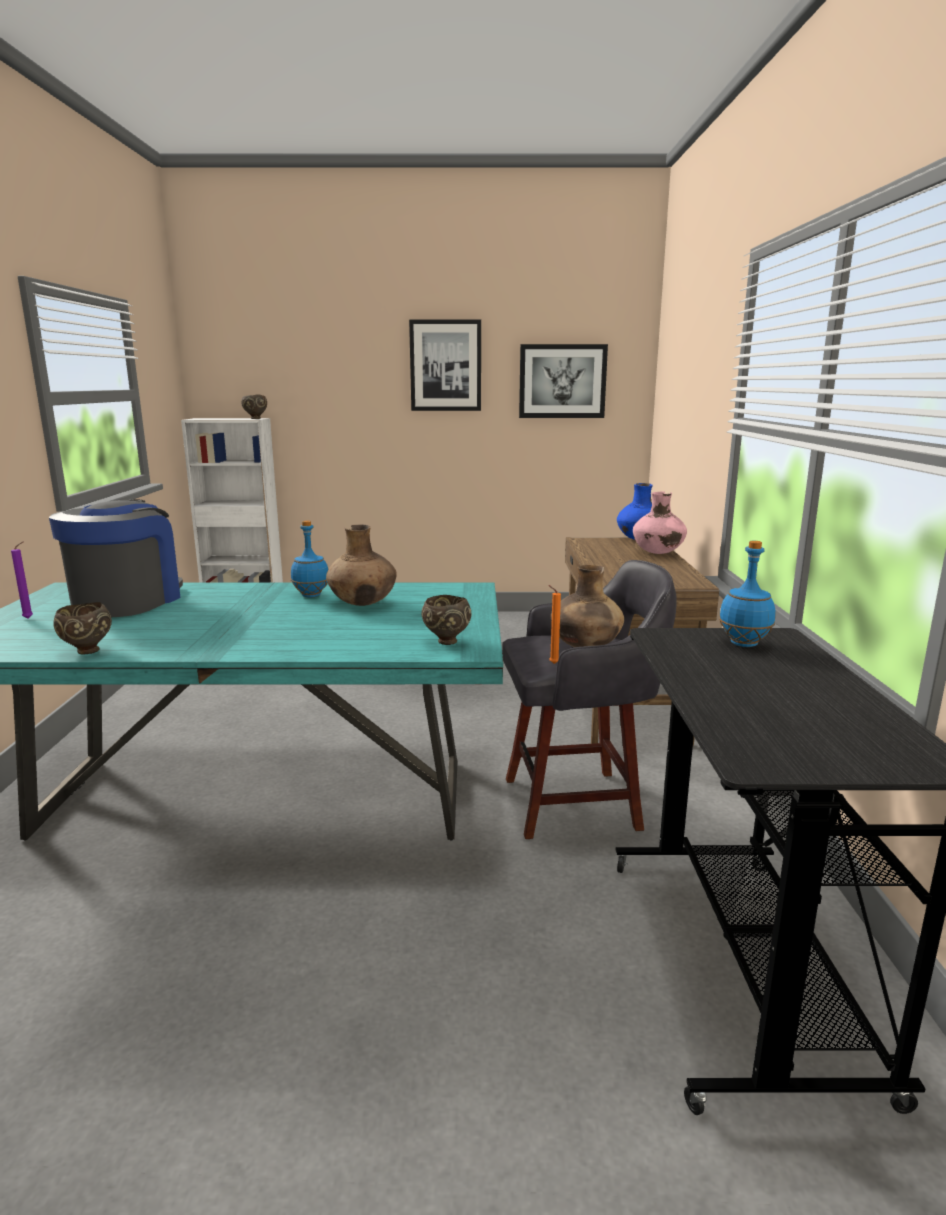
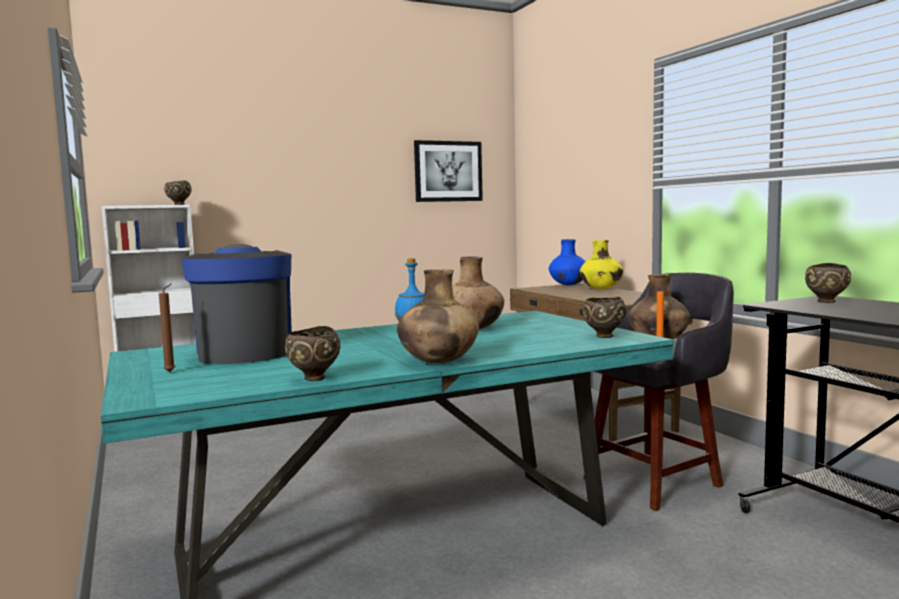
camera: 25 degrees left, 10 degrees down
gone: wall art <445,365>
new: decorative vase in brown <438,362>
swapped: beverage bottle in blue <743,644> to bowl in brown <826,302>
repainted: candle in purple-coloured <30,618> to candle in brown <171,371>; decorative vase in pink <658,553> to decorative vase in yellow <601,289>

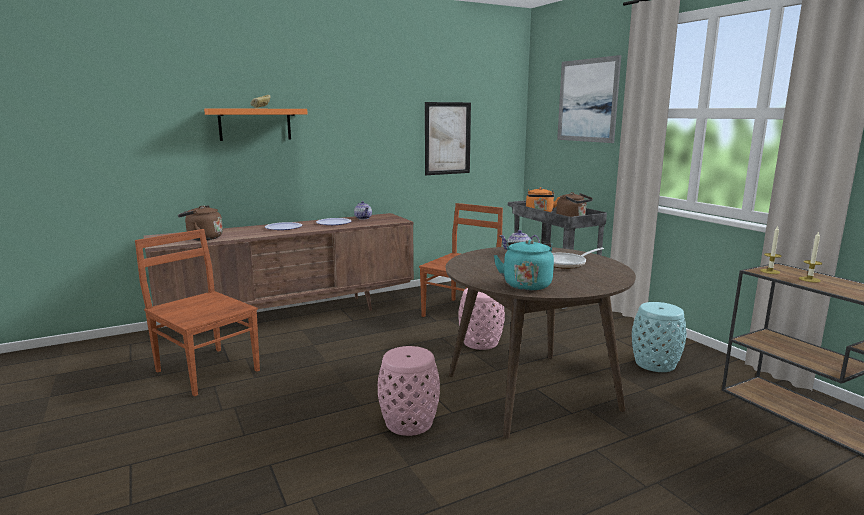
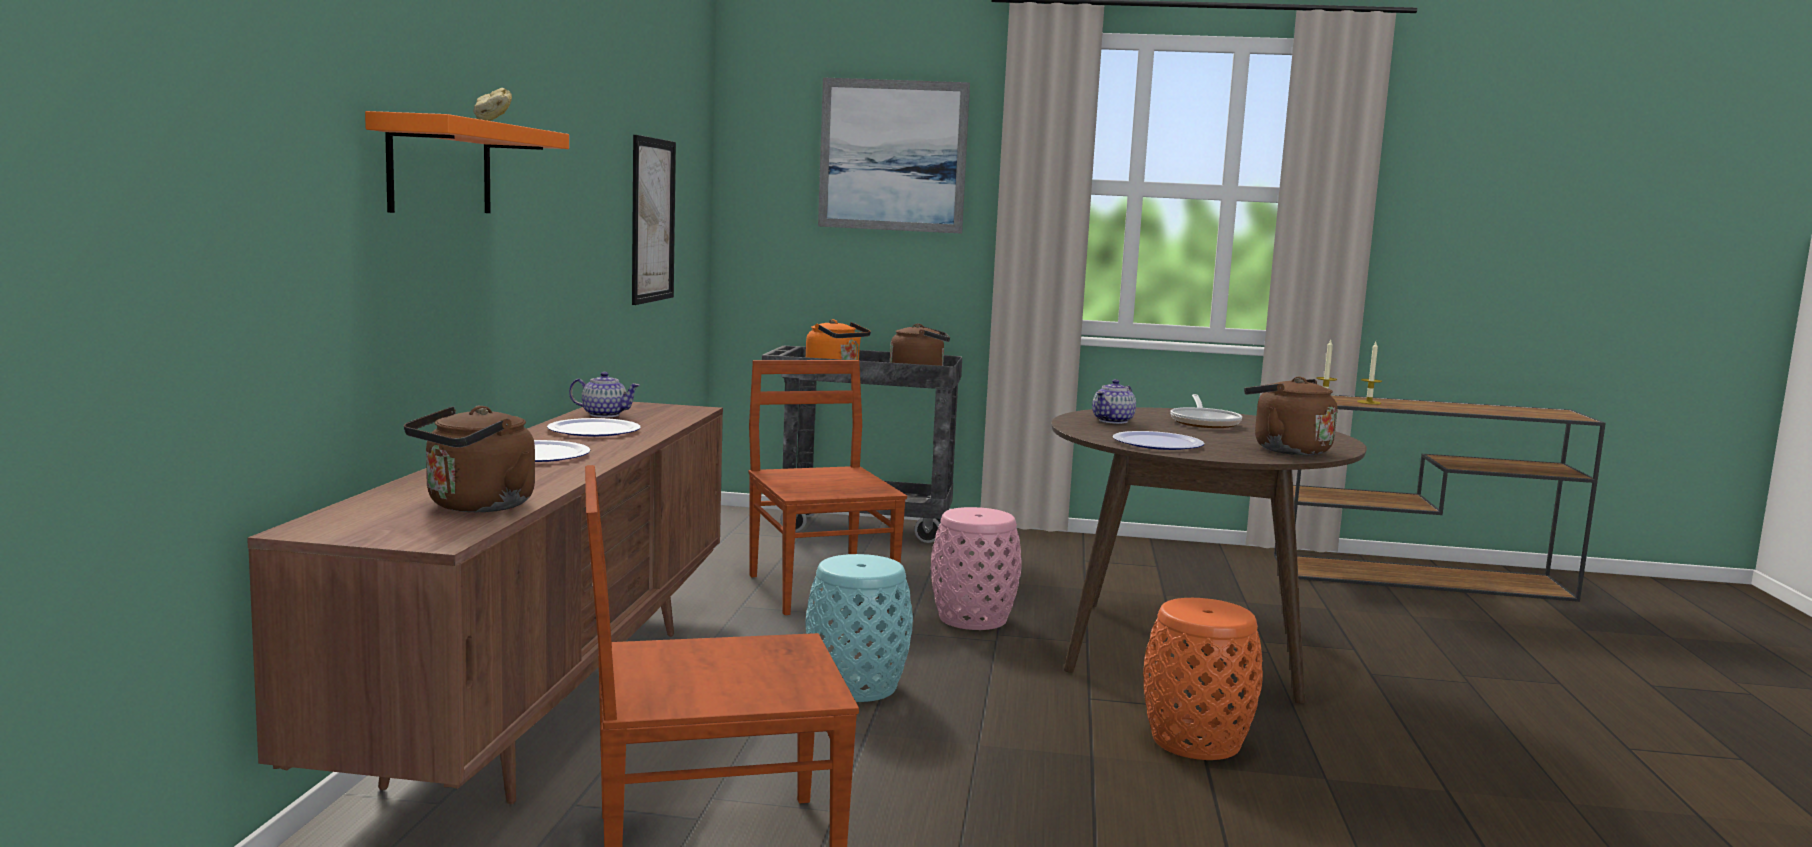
camera: 55 degrees left, 5 degrees down
new: dinner plate <1157,443>
shifted: stool in blue-green <655,364> to <857,687>
repainted: stool in pink <409,423> to stool in orange-coloured <1195,742>; kettle in blue-green <526,284> to kettle in brown <1286,450>

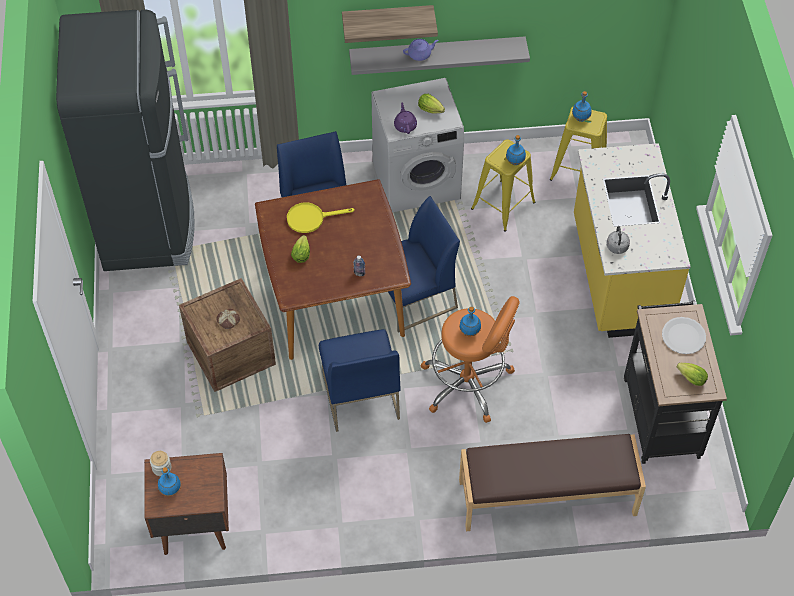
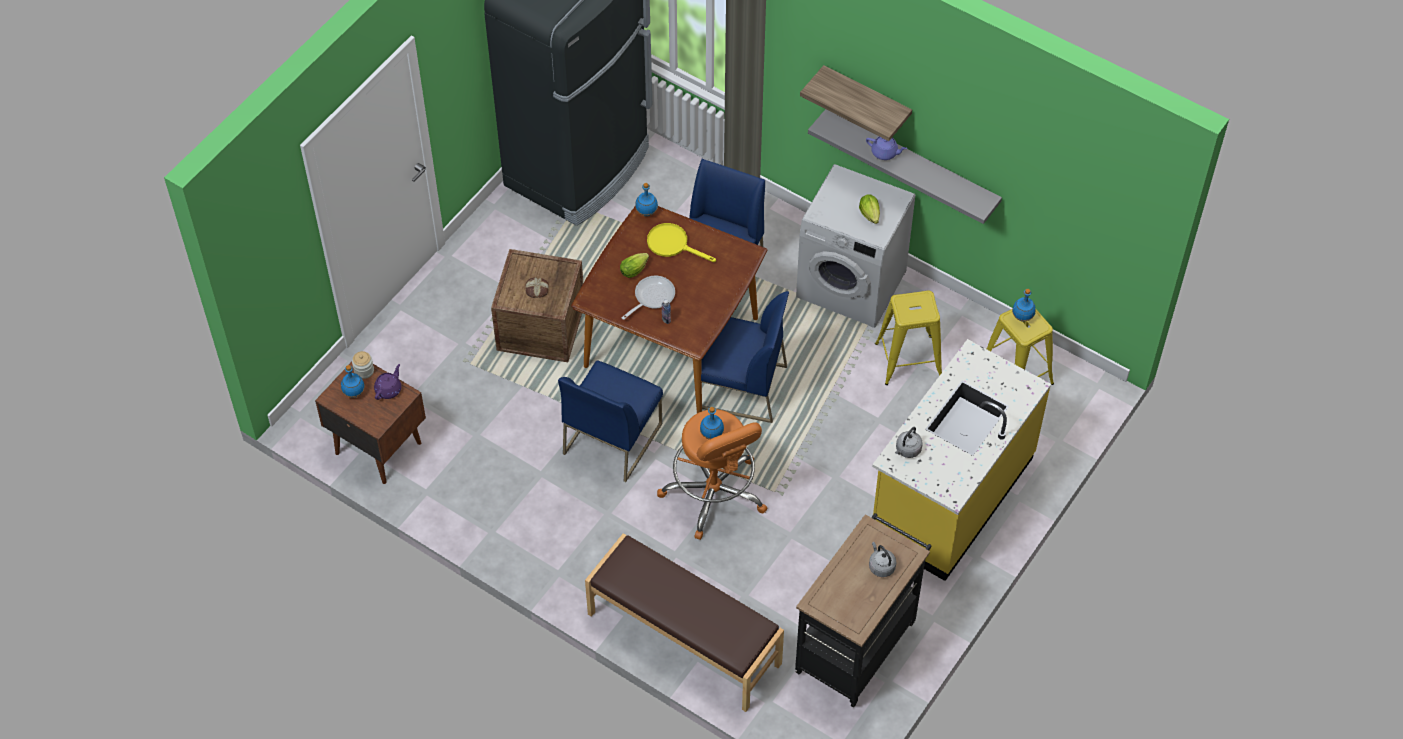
camera: 40 degrees right, 0 degrees up
gone: lettuce <689,378>
new: pan <651,297>
shifted: teapot in purple-coloured <405,125> to <389,389>; beverage bottle in blue <515,161> to <647,212>
swapped: dinner plate in white <683,336> to kettle in greyish <881,566>

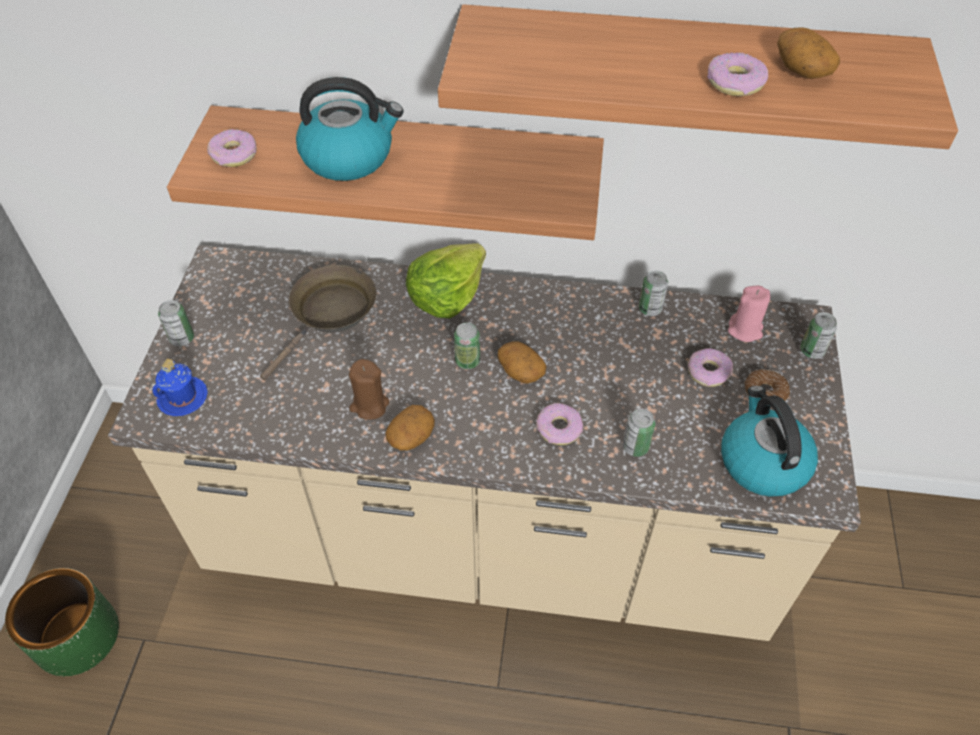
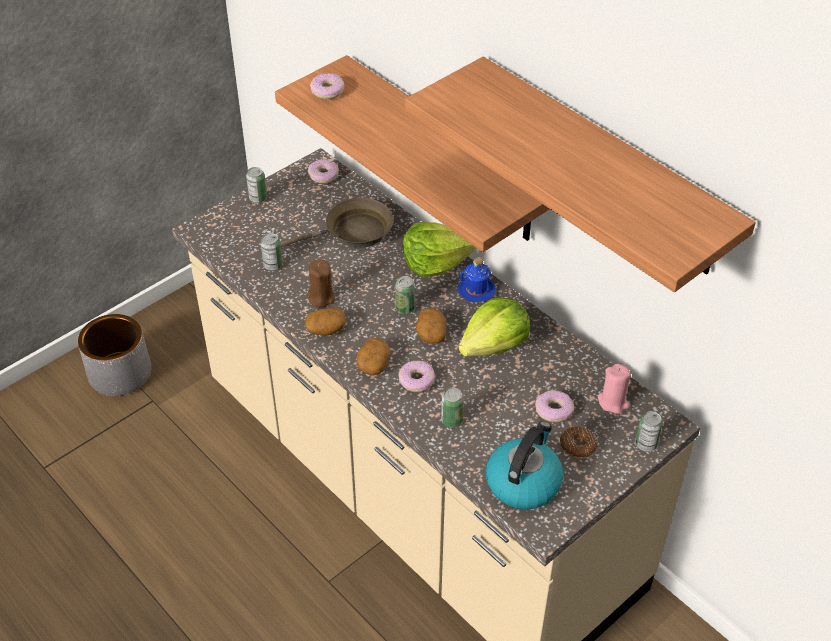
camera: 40 degrees right, 5 degrees down
gone: kettle <349,157>
new: lettuce <494,345>
shifted: mug in blue <183,398> to <476,290>; sealed can <650,309> to <272,265>; ring doughnut <735,83> to <323,175>; potato <801,69> to <373,364>
repainted: flower pot in greenish <77,637> to flower pot in greyish <119,374>

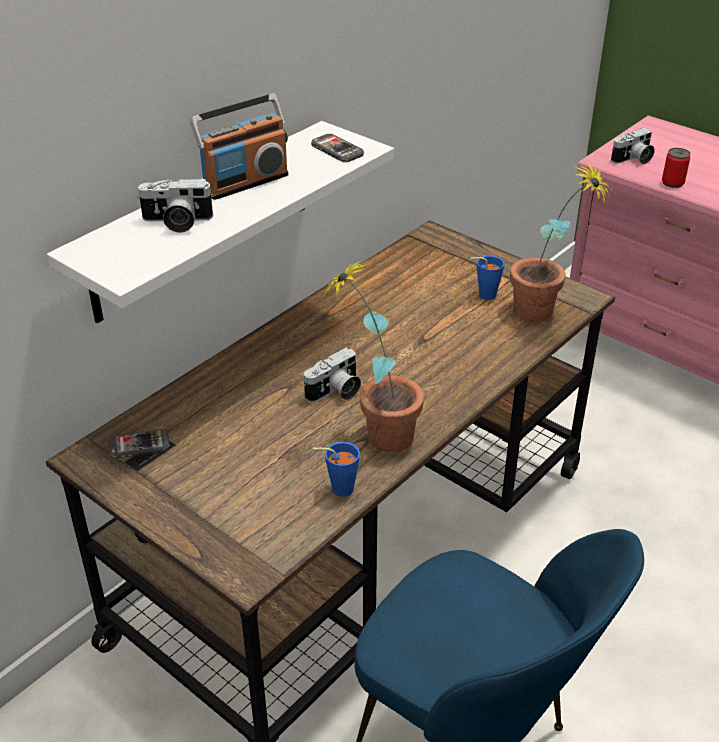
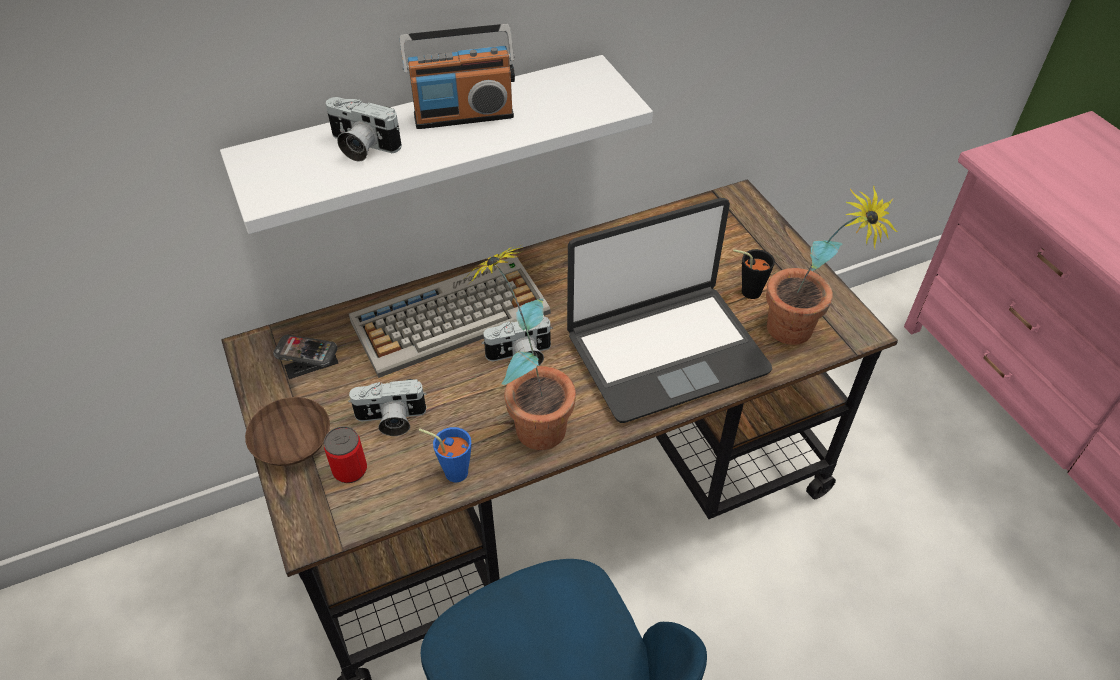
camera: 25 degrees right, 10 degrees up
gone: phone <337,150>
new: bowl in brown <293,443>; keyboard <452,316>; notebook computer <665,352>
shifted: still camera <633,159> to <391,420>; sealed can <672,183> to <350,470>
repainted: cup in blue <483,295> to cup in black-coloured <746,291>

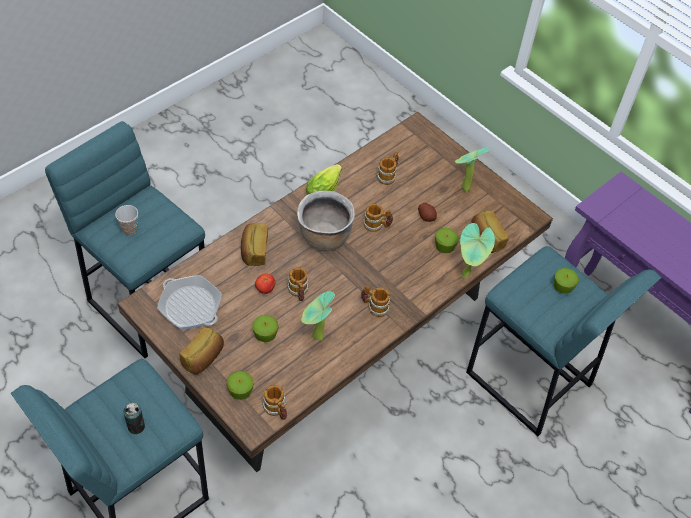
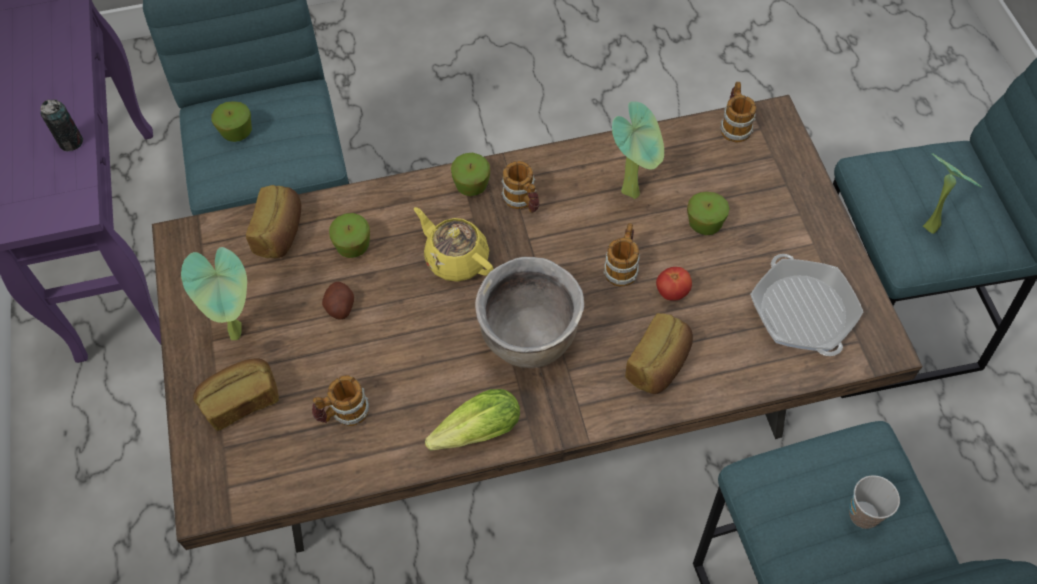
camera: 145 degrees left, 5 degrees up
gone: mug <377,225>
new: teapot in yellow <456,259>
shifted: sealed can <136,426> to <71,142>; bakery bread <203,358> to <241,401>; apple <240,391> to <472,185>; potted plant <467,275> to <930,223>

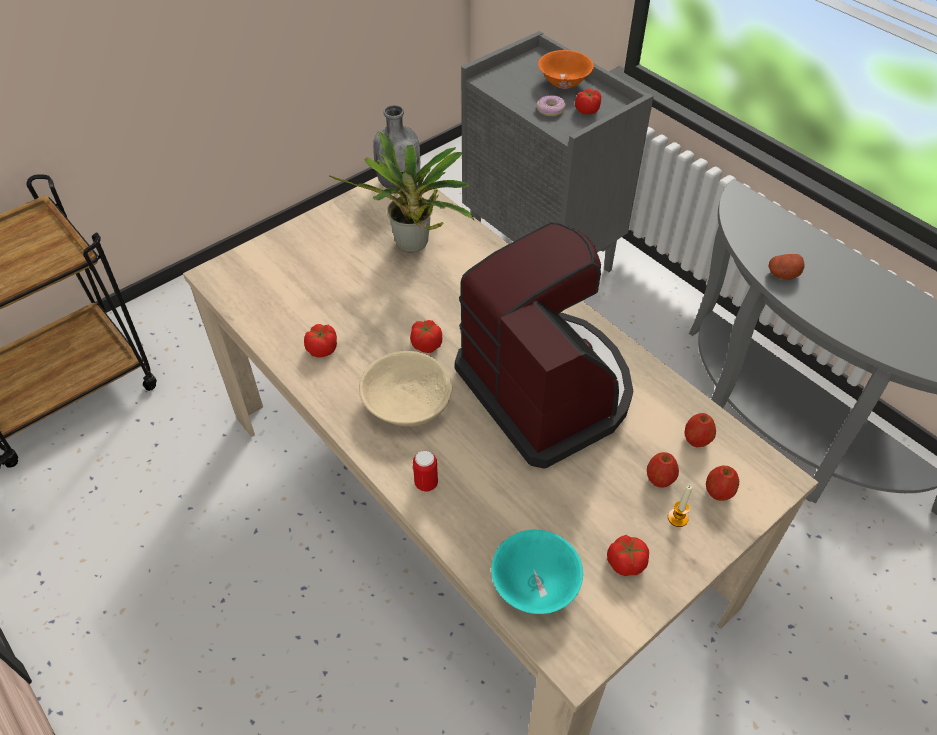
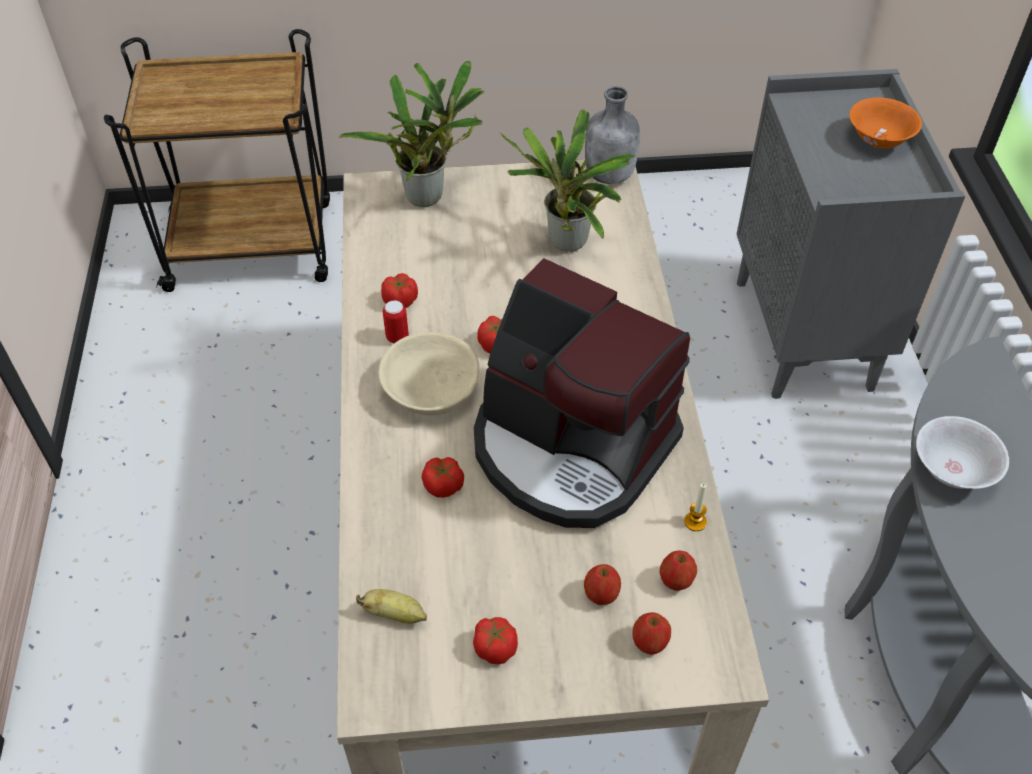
camera: 35 degrees right, 0 degrees up
gone: ring doughnut <551,110>
new: potted plant <430,196>
shifted: sealed can <426,483> to <397,337>; whole tomato <587,110> to <444,486>; candle <677,518> to <695,522>
swapped: bowl in blue-green <534,585> to banana fruit <395,614>; potato <783,274> to bowl in white <952,470>
rotated: coffee machine <547,389> = <570,448> 120 degrees clockwise

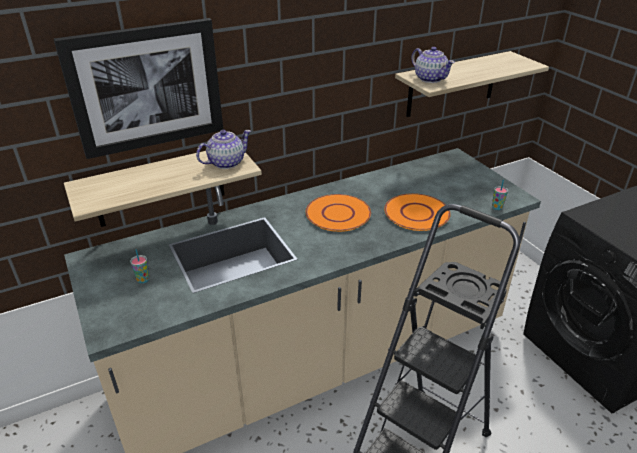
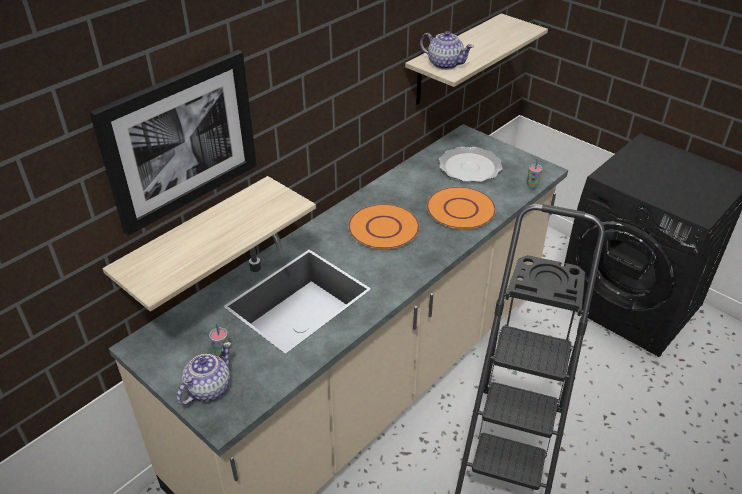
camera: 20 degrees left, 5 degrees up
new: dinner plate <470,167>
shifted: teapot <225,163> to <208,388>

